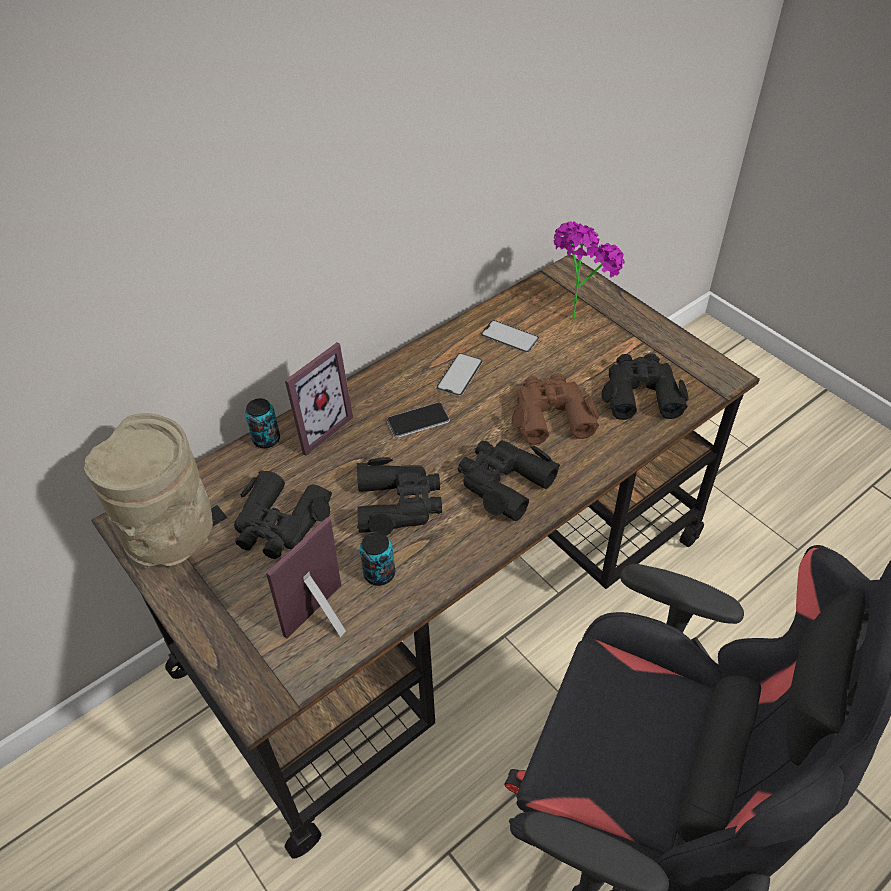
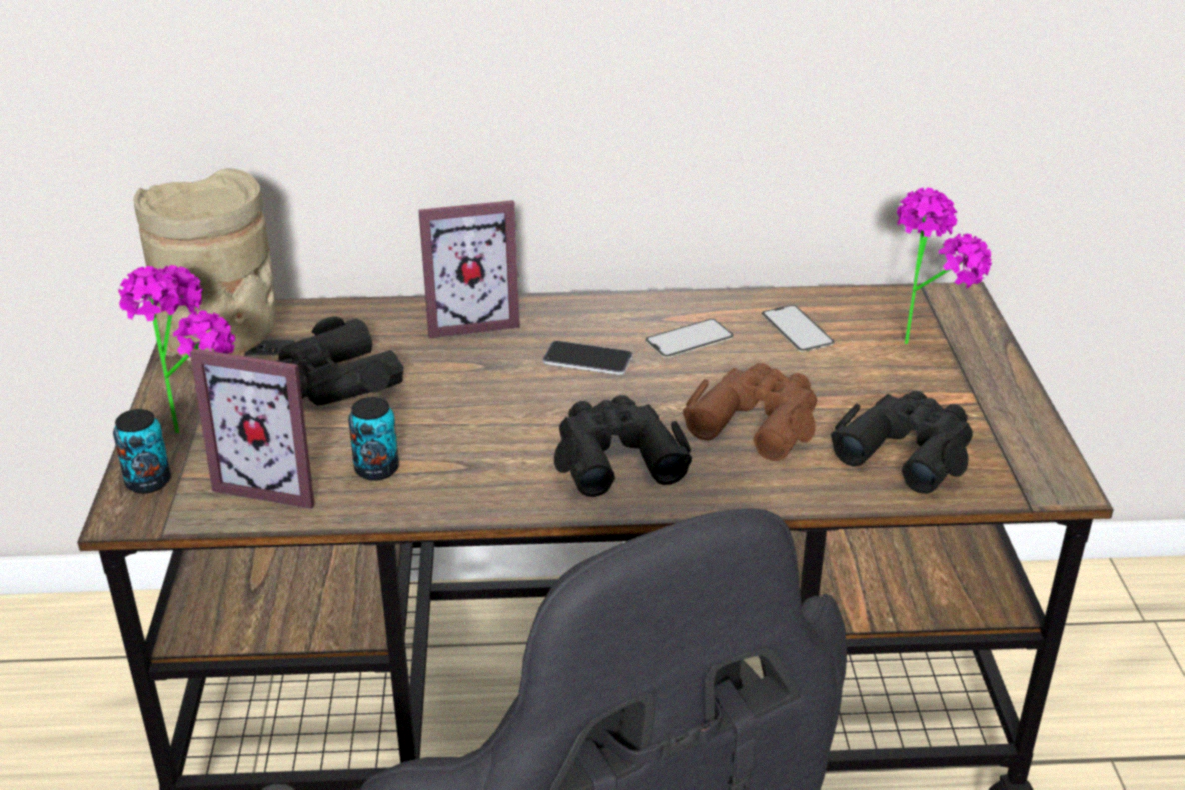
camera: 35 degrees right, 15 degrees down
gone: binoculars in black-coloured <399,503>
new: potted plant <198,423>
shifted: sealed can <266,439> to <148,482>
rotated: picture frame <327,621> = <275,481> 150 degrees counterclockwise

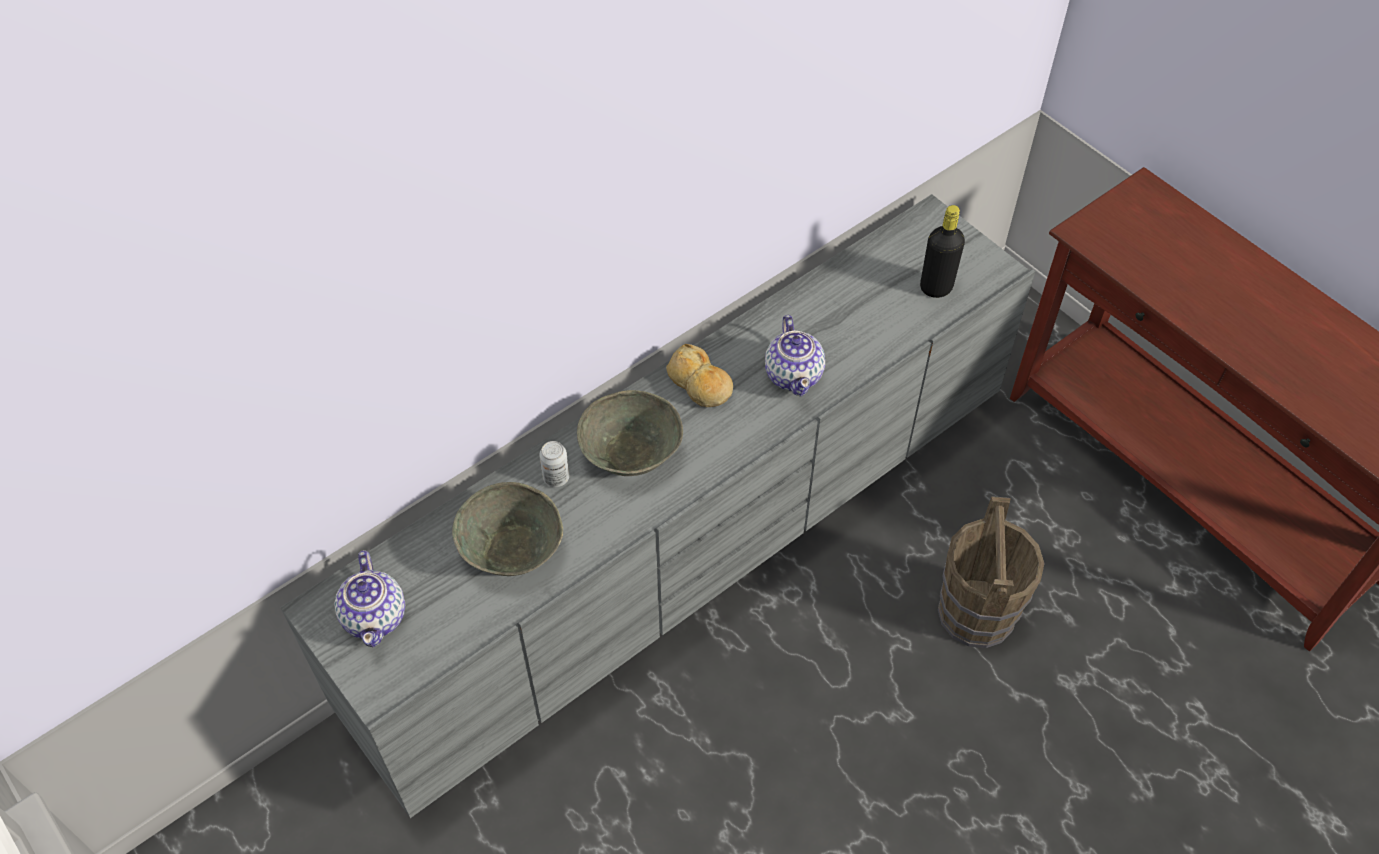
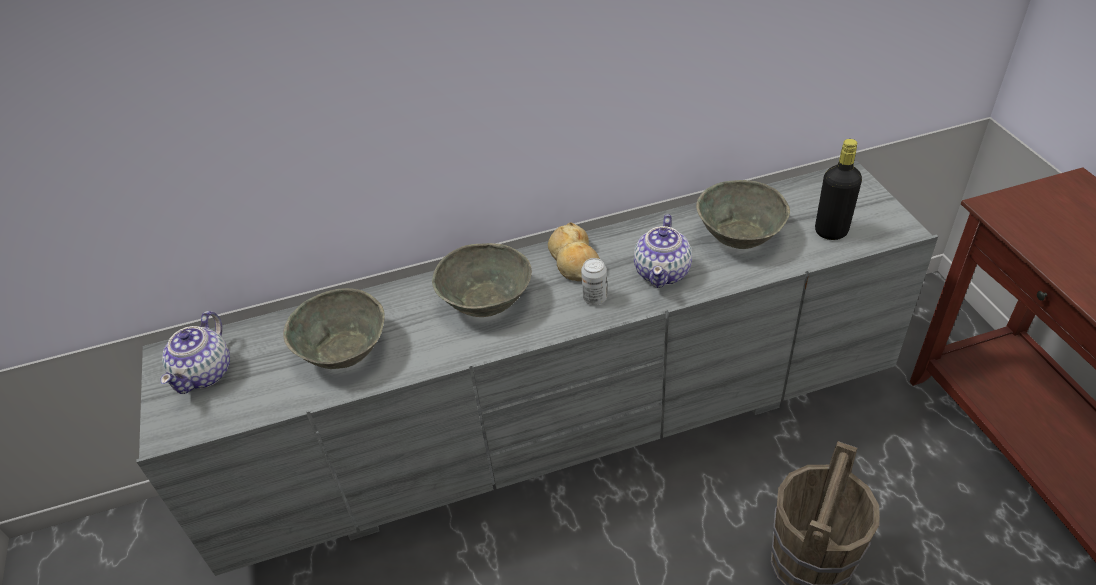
camera: 25 degrees right, 10 degrees down
new: bowl in greyish <741,235>
shifted: sealed can <556,478> to <595,298>

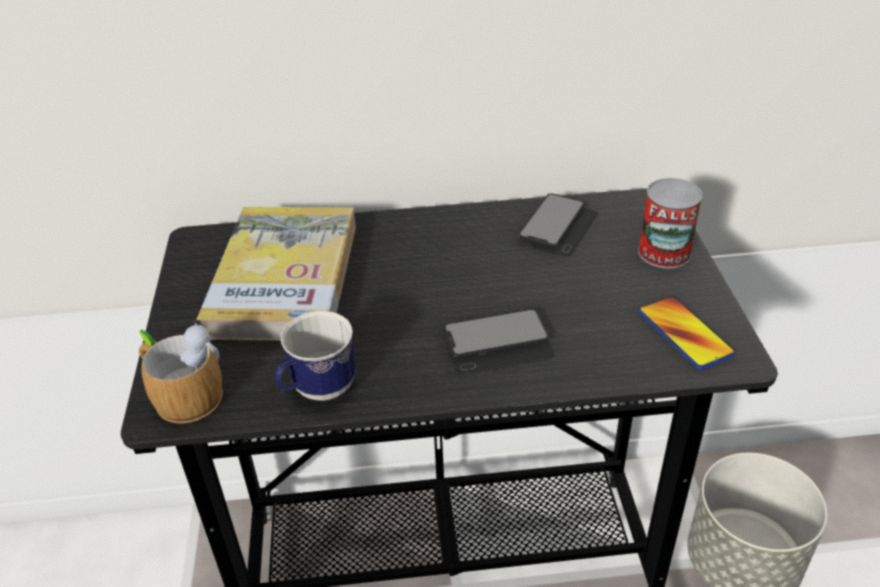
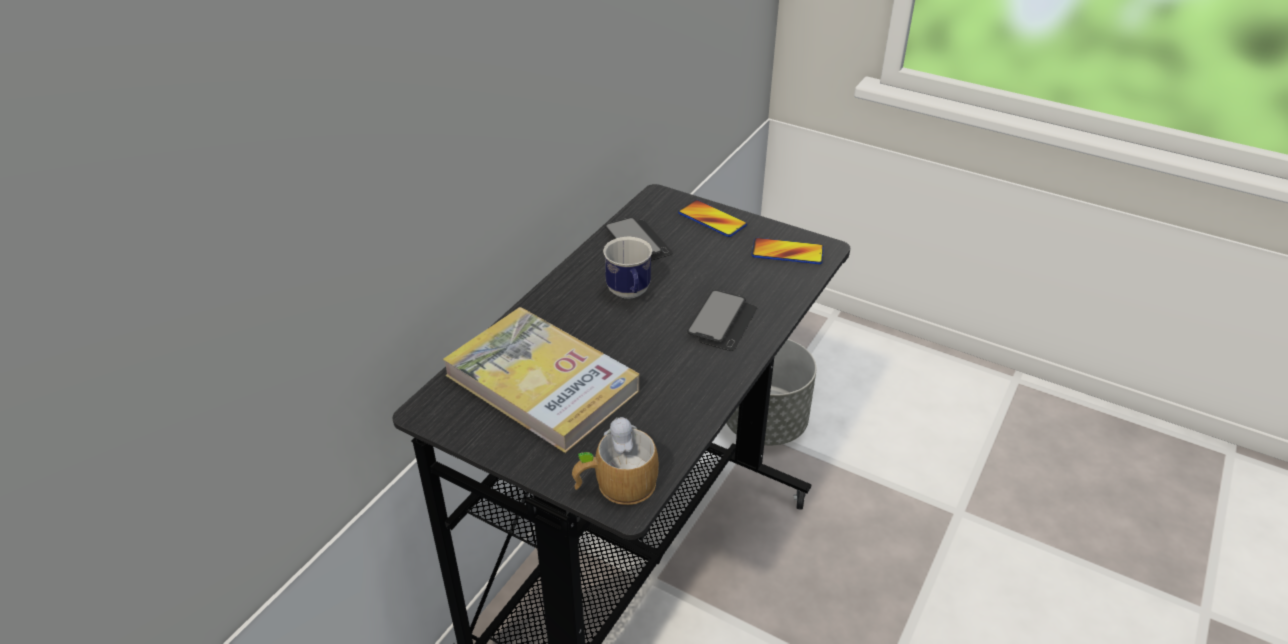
camera: 55 degrees left, 0 degrees up
shifted: mug <317,392> to <629,294>
swapped: sealed can <664,252> to phone <712,219>

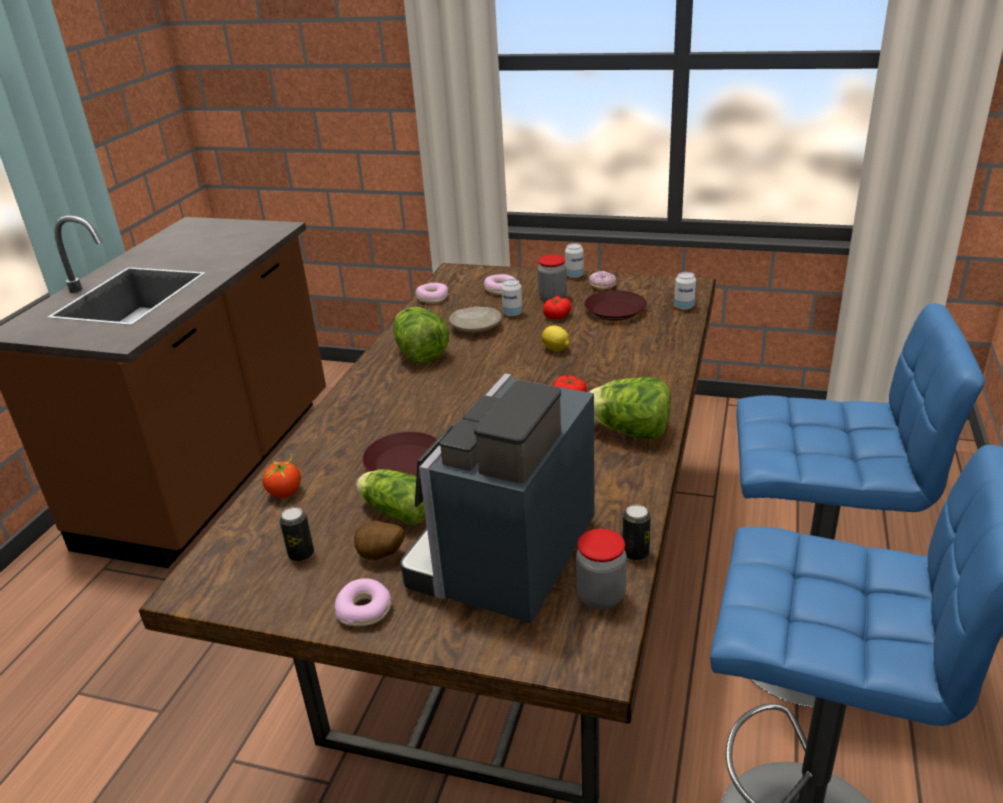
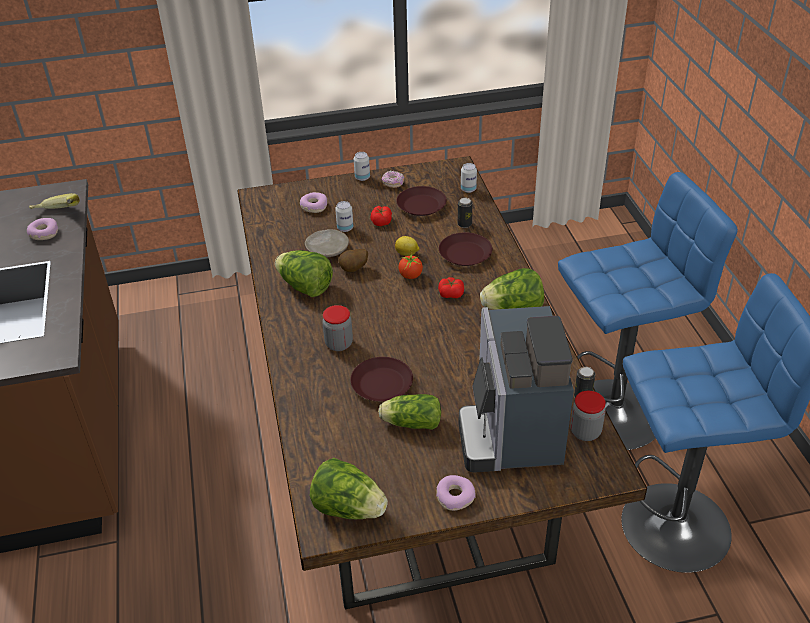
camera: 30 degrees left, 10 degrees up
new: banana fruit <58,215>; lettuce <349,508>; dinner plate in brown <465,254>
shifted: whole tomato <285,492> to <410,275>; sealed can <301,554> to <464,224>; potato <381,556> to <354,270>; ring doughnut <432,298> to <44,233>; jar <552,297> to <339,344>

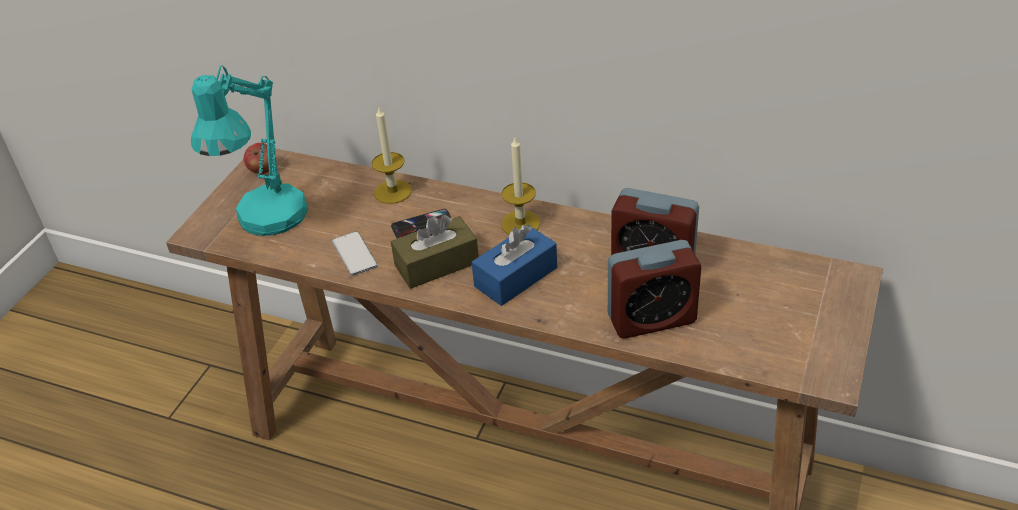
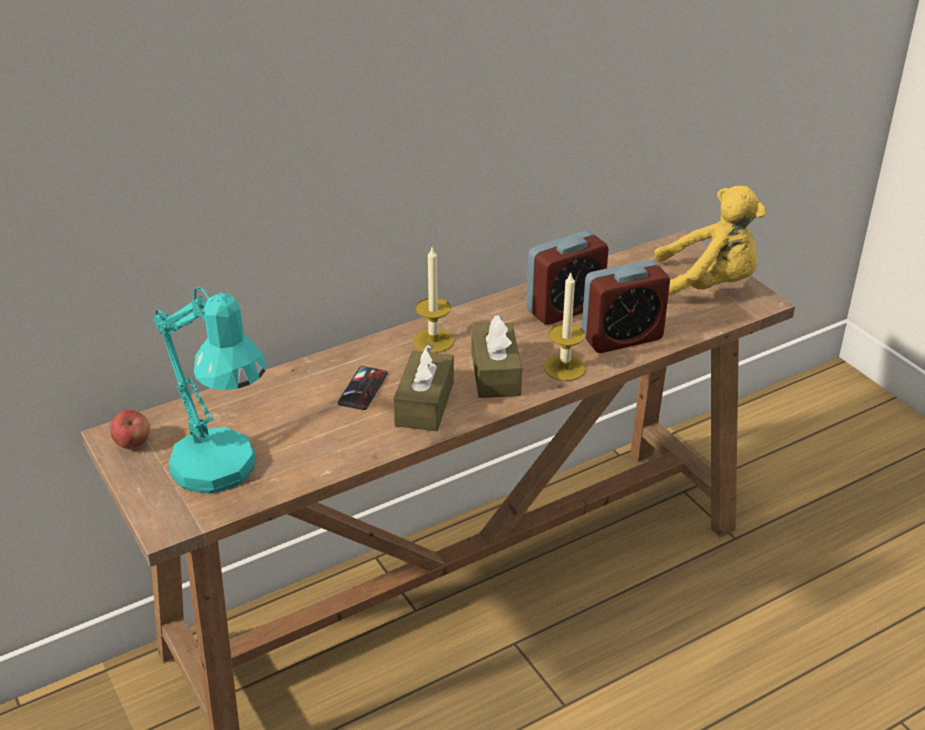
camera: 55 degrees left, 5 degrees down
gone: phone <354,253>
new: soft toy in yellow <706,287>
shifted: candle <393,191> to <564,368>
repainted: tissue box in blue <516,277> to tissue box in brown <495,373>
rotated: bedside clock <651,319> = <622,338> 45 degrees clockwise

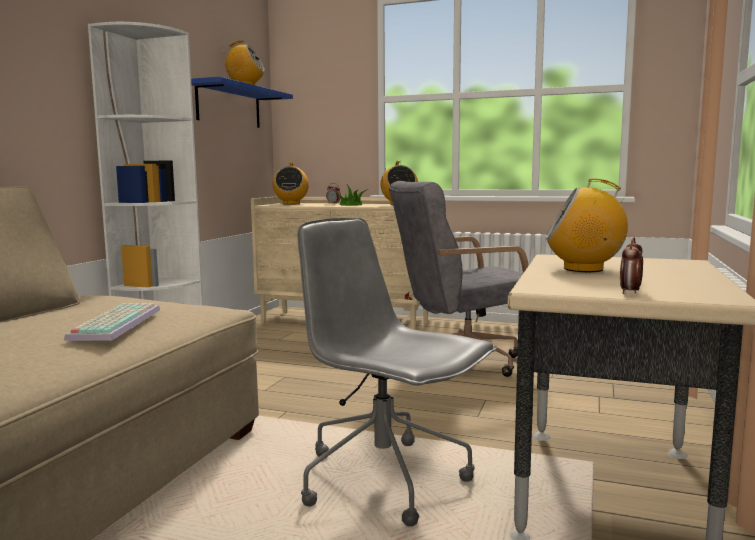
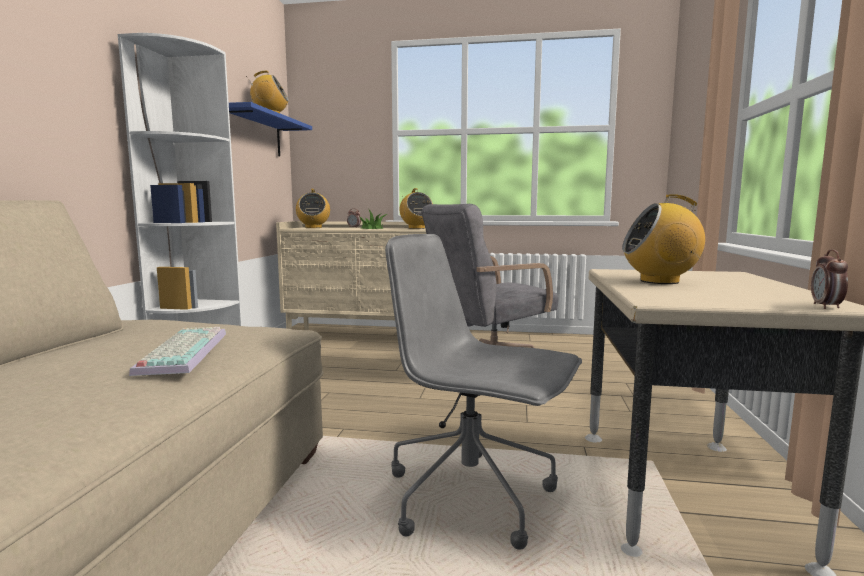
camera: 10 degrees left, 0 degrees up
shifted: bedside clock <630,292> to <826,307>

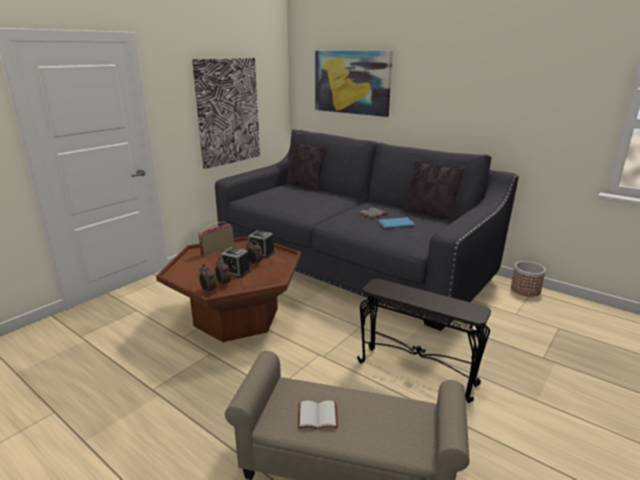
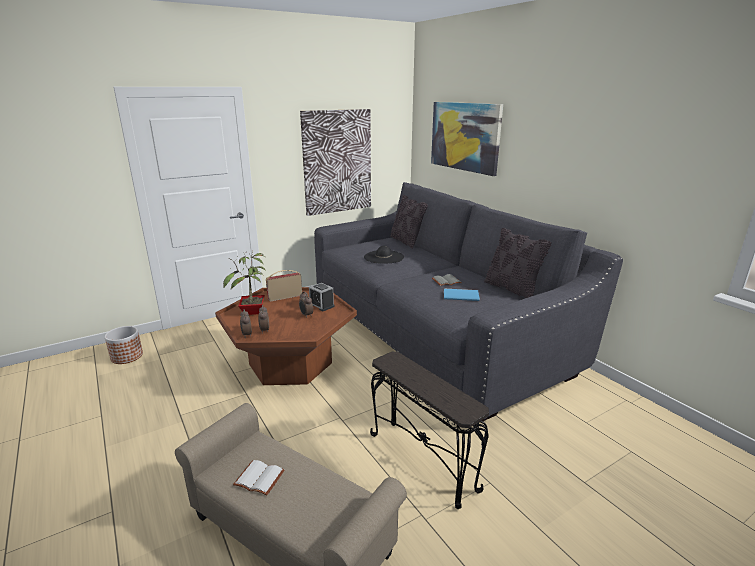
camera: 20 degrees right, 0 degrees up
gone: bedside clock <235,272>
new: potted plant <252,312>; wearable hat in black-coloured <384,257>
shifted: flower pot <525,290> to <127,356>

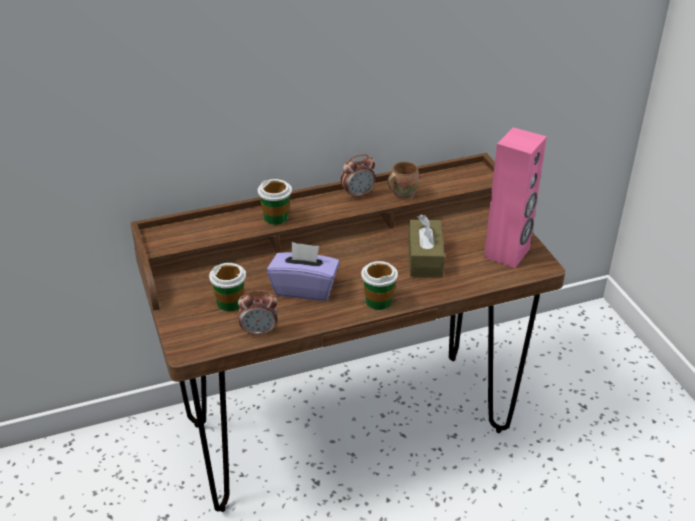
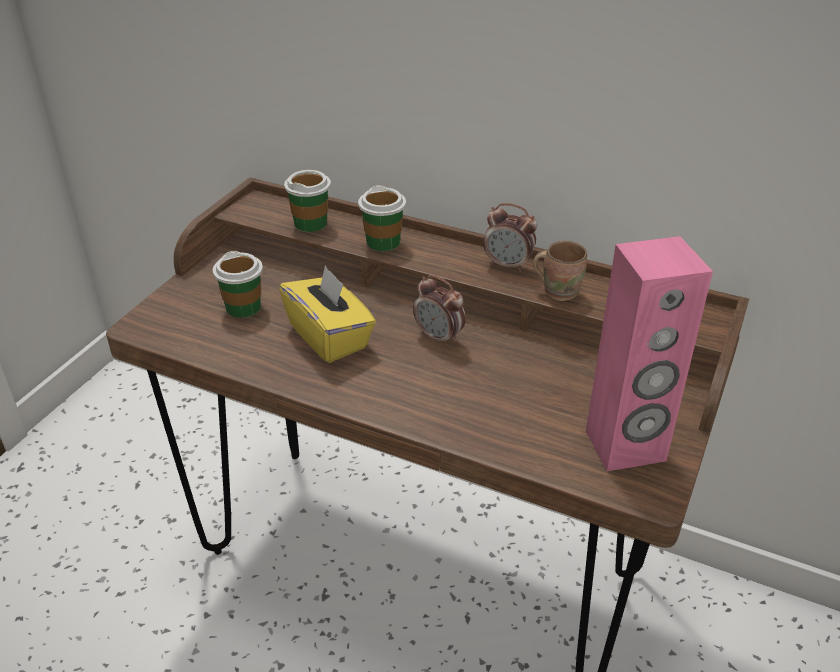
camera: 45 degrees right, 0 degrees up
gone: tissue box in brown <425,258>
shifted: bedside clock <259,332> to <439,337>; cup <378,301> to <311,223>
repainted: tissue box in purple-coloured <304,288> to tissue box in yellow <330,337>

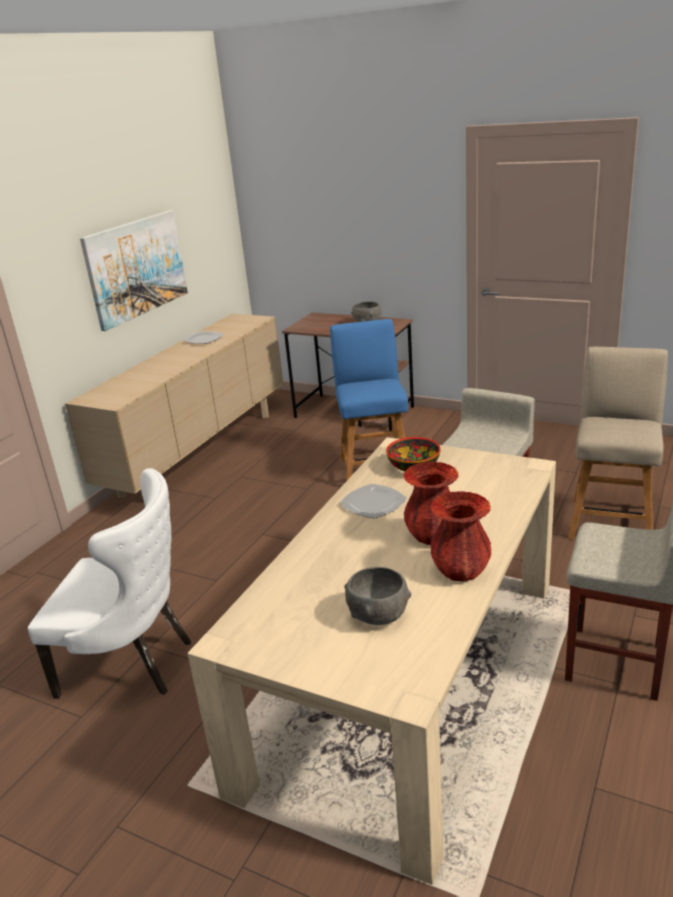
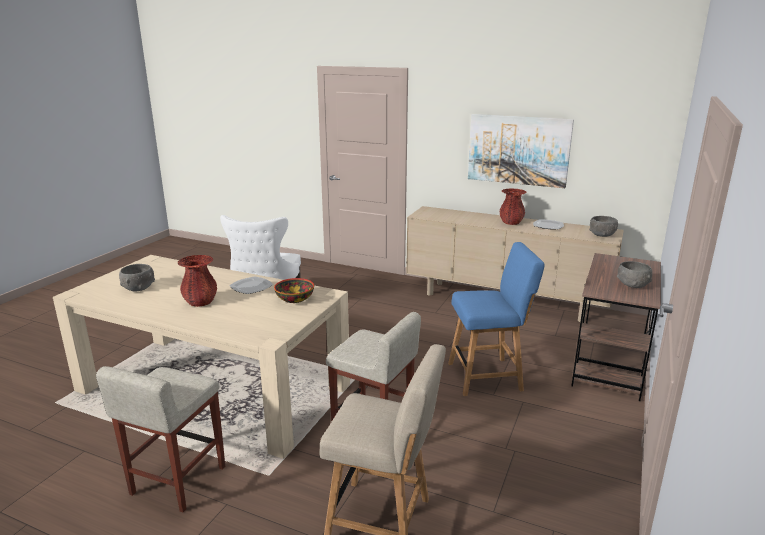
camera: 85 degrees right, 5 degrees down
new: bowl in greyish <602,235>
shifted: decorative vase in red <460,570> to <511,222>

